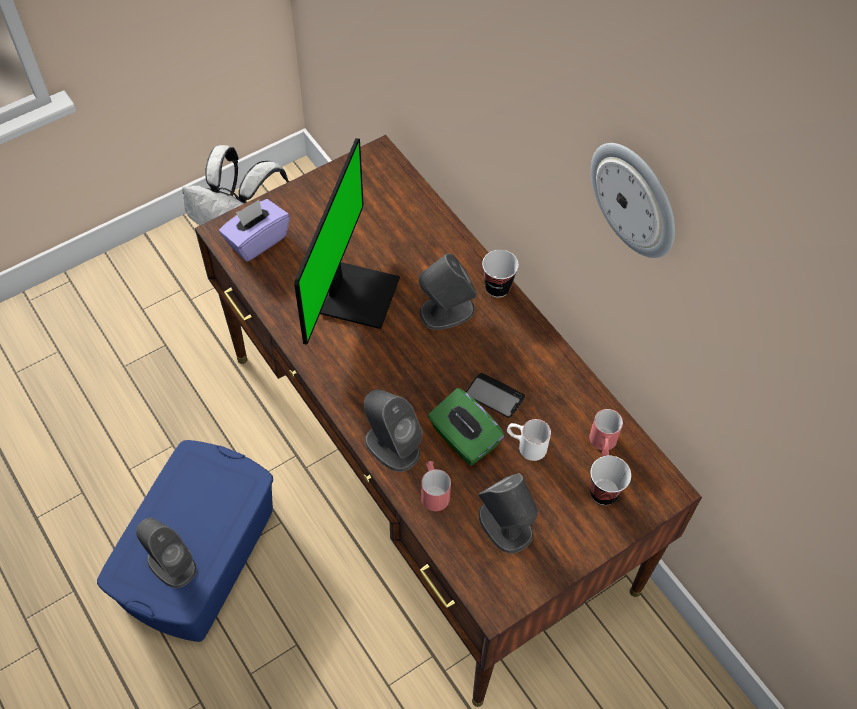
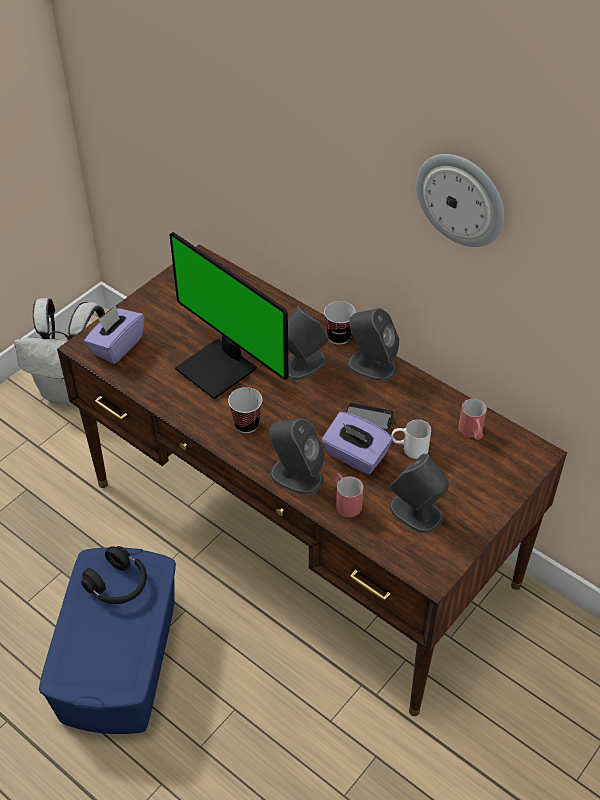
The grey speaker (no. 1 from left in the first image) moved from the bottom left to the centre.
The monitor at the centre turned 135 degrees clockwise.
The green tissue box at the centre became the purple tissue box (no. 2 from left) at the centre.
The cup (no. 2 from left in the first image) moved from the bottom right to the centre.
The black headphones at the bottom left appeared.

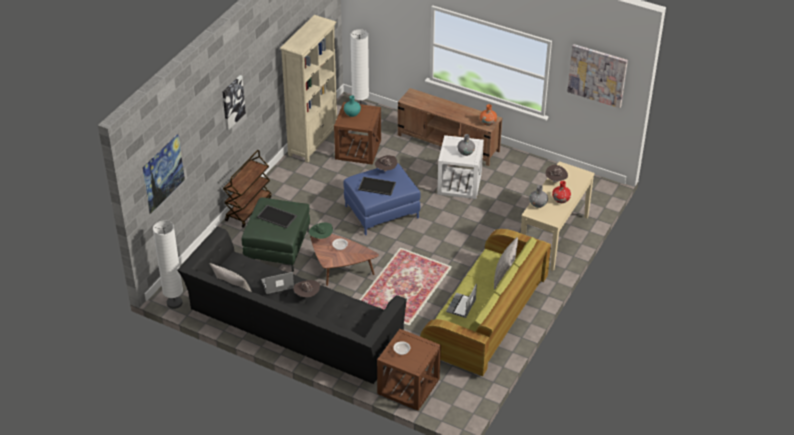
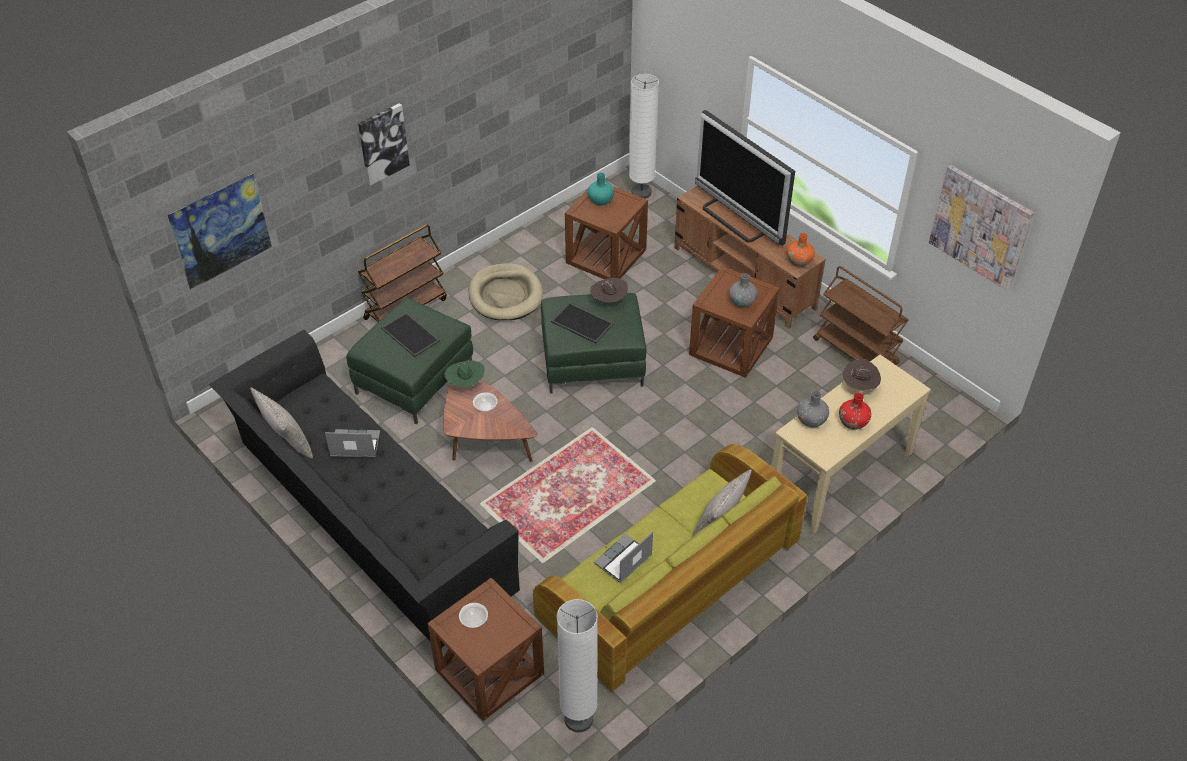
The white floor lamp (no. 1 from left) moved from the middle left to the bottom centre.
The beige bookcase at the top centre disappeared.
The brown hat (no. 1 from left) at the centre disappeared.
The blue ottoman at the centre became the green ottoman (no. 2 from left) at the centre.
The white side table at the centre became the brown side table (no. 3 from left) at the centre.
The beige dog bed at the centre appeared.
The television at the top centre appeared.
The brown cart (no. 2 from left) at the middle right appeared.

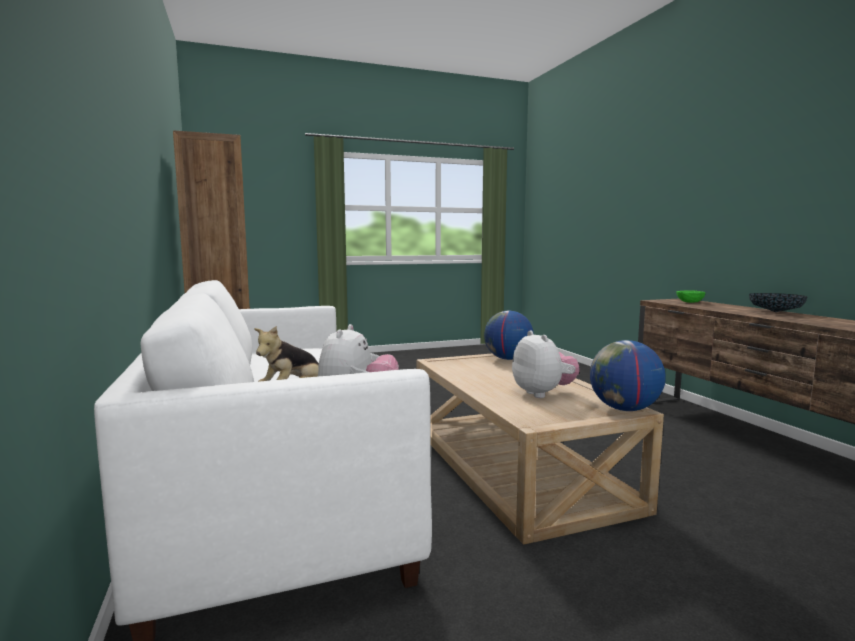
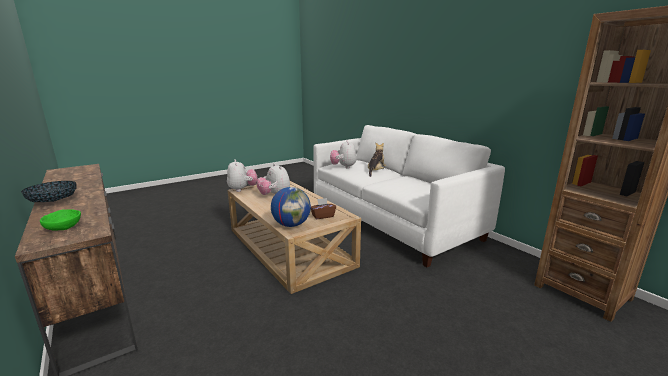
The globe (no. 2 from left) at the middle right was replaced by the plush toy (no. 1 from left) at the centre.
The brown tissue box at the centre appeared.

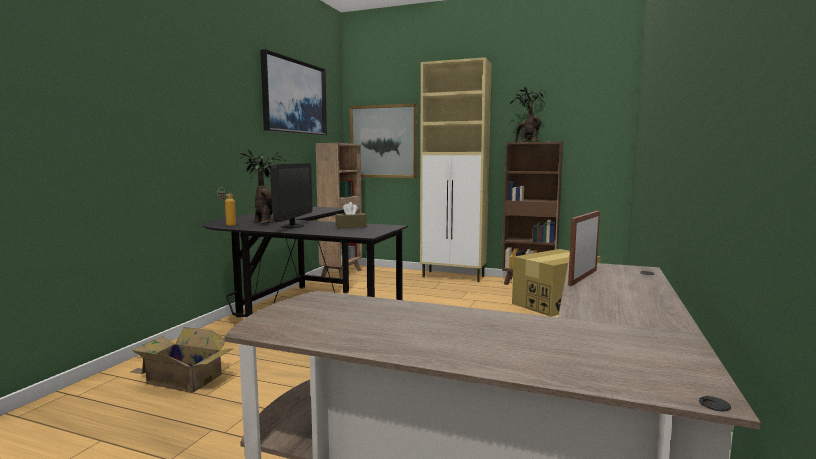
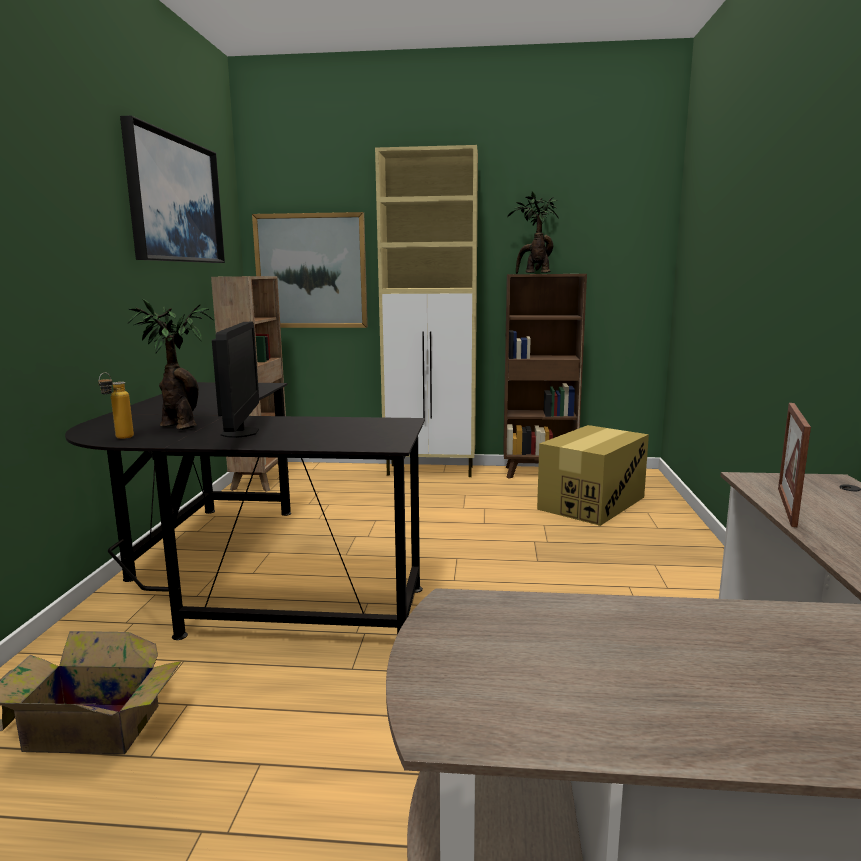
The brown tissue box at the centre disappeared.

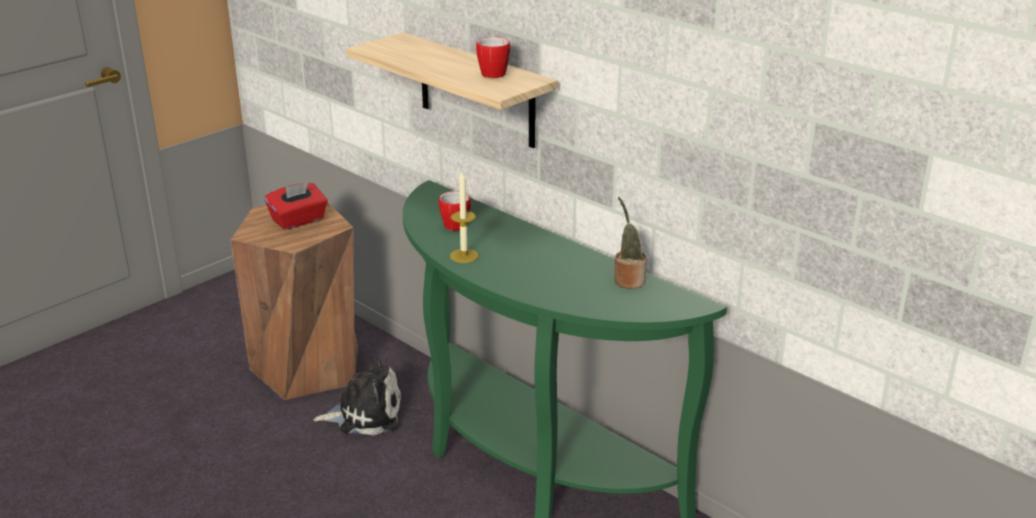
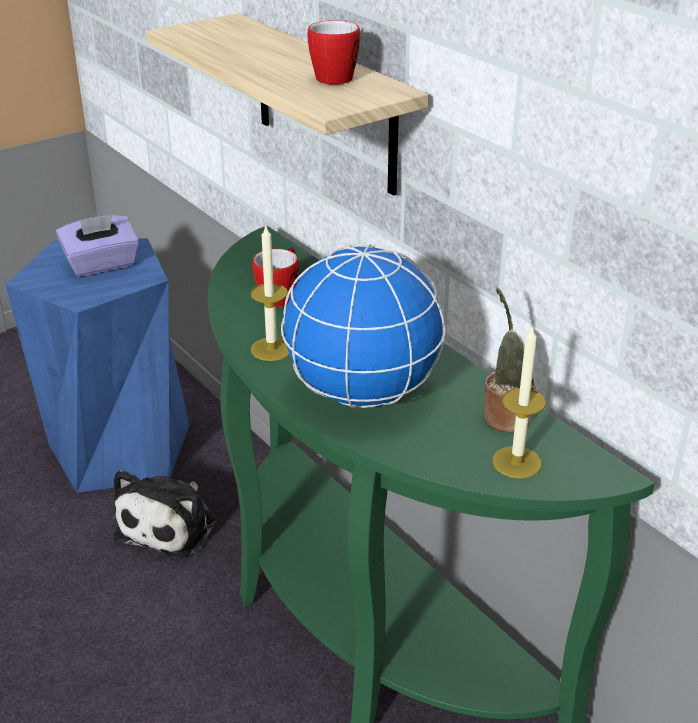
The brown stool at the middle left became the blue stool at the middle left.
The red tissue box at the middle left became the purple tissue box at the middle left.
The plush toy at the bottom centre turned 105 degrees clockwise.
The globe at the centre appeared.
The candle (no. 2 from left) at the middle right appeared.

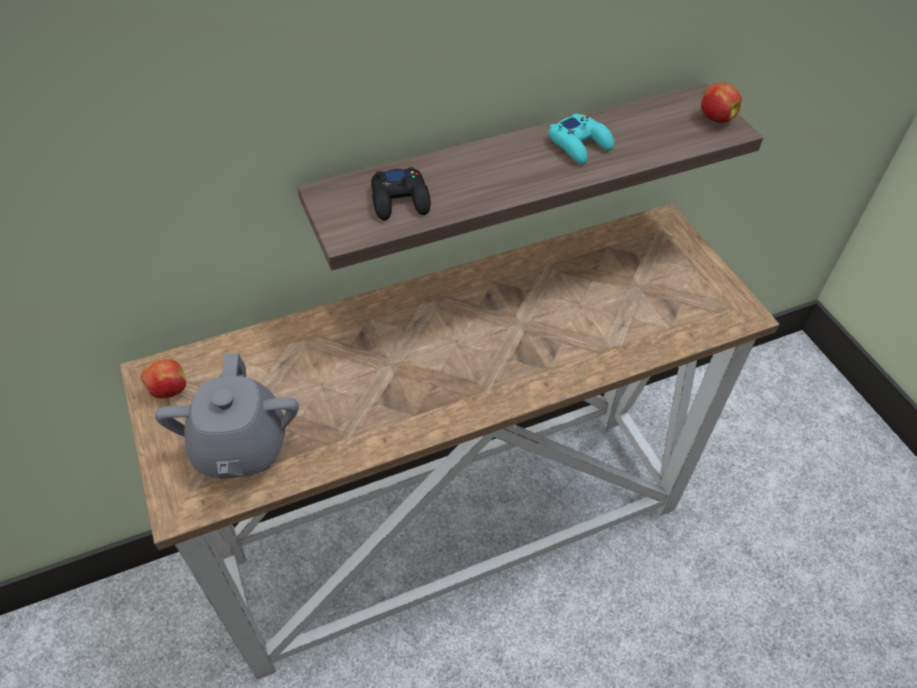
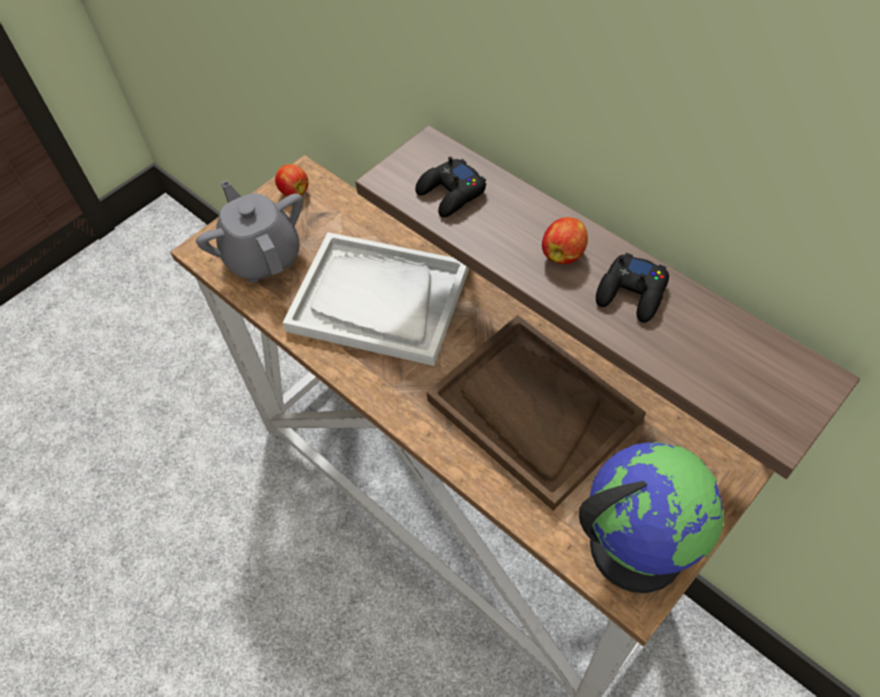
The grey teapot at the middle left turned 90 degrees clockwise.
The turquoise game controller at the top centre became the black game controller (no. 2 from left) at the middle right.
The apple (no. 2 from left) moved from the top right to the centre.
The white tray at the centre appeared.
The brown tray at the centre appeared.
The globe at the bottom right appeared.

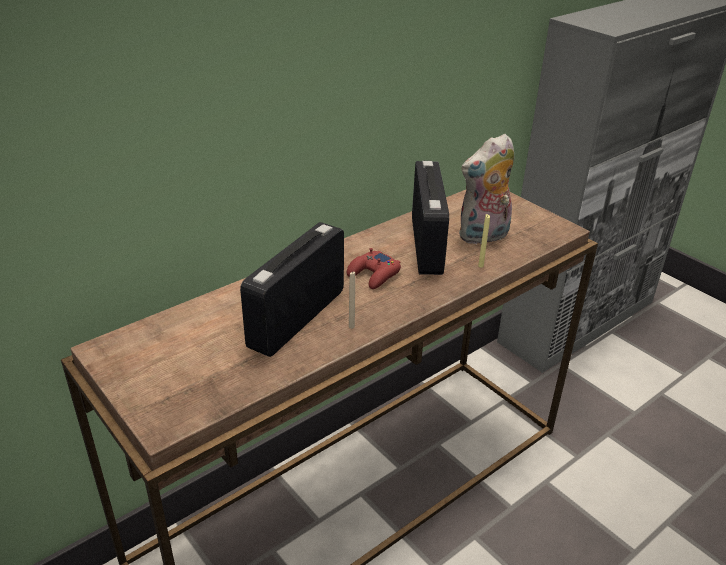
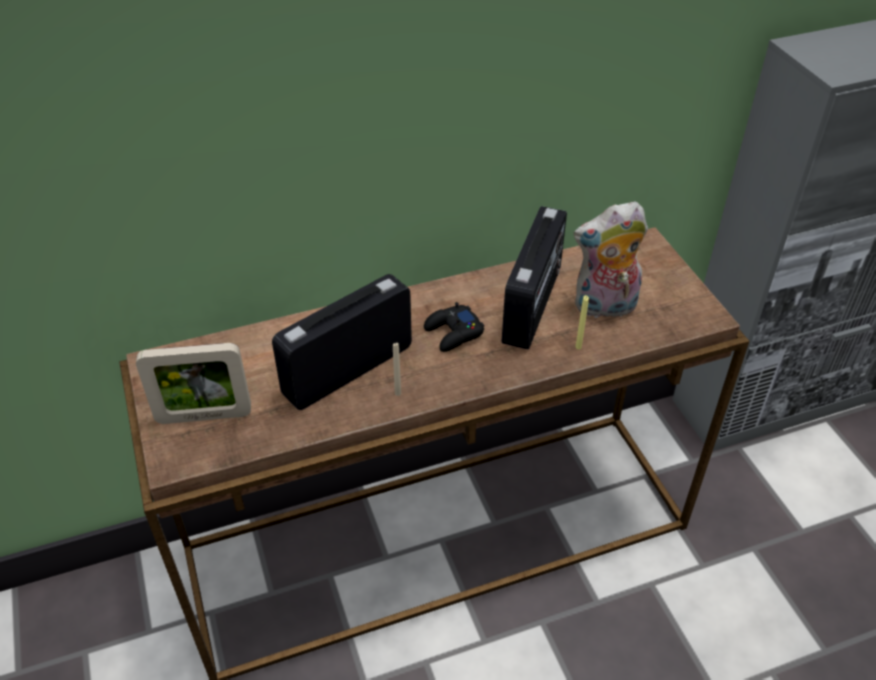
The red game controller at the centre became the black game controller at the centre.
The picture frame at the middle left appeared.

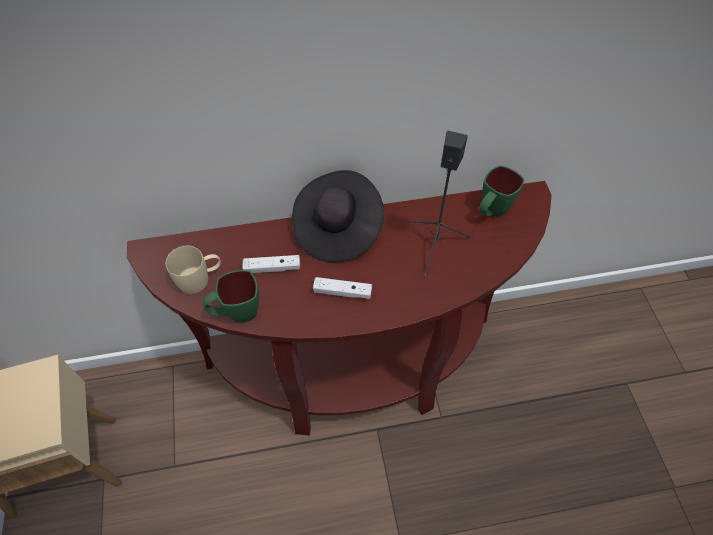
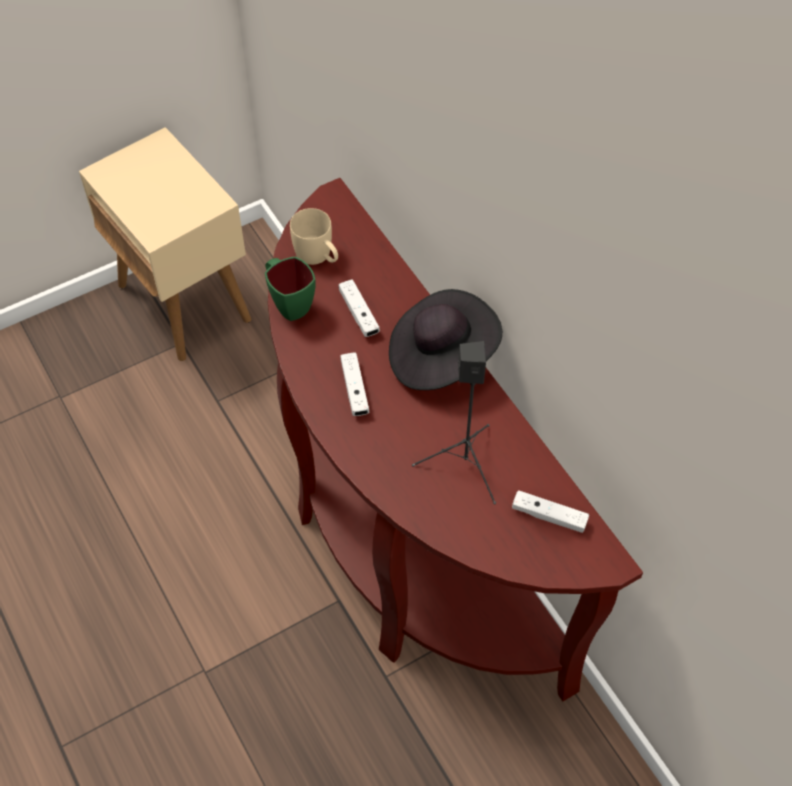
The green mug (no. 2 from left) at the middle right was replaced by the white game controller (no. 3 from left) at the middle right.

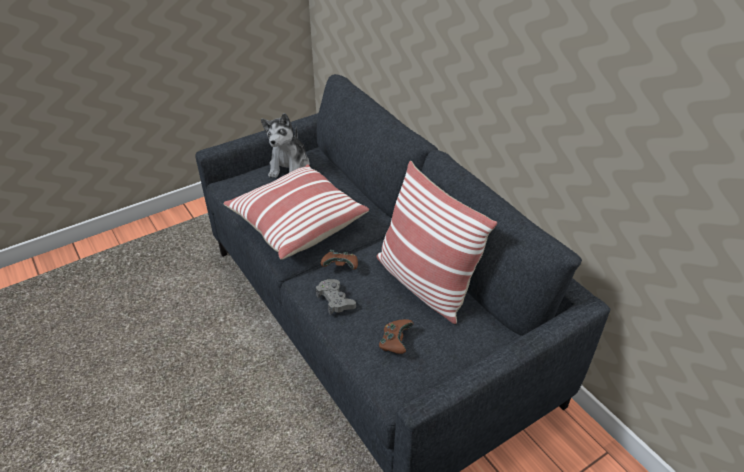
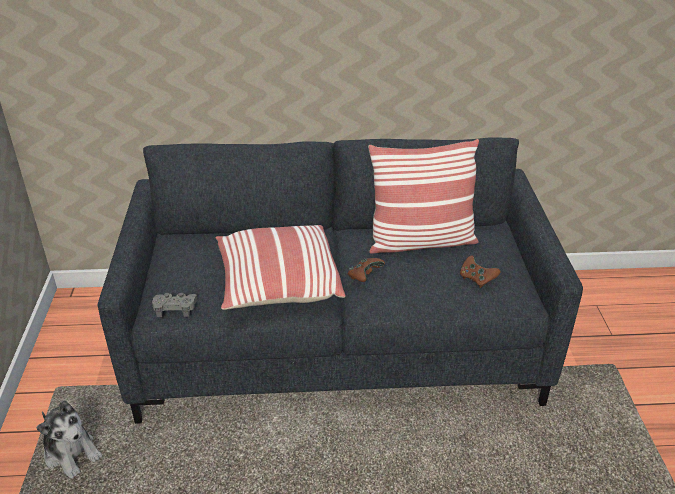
The plush toy moved from the top centre to the bottom left.
The grey game controller moved from the centre to the middle left.

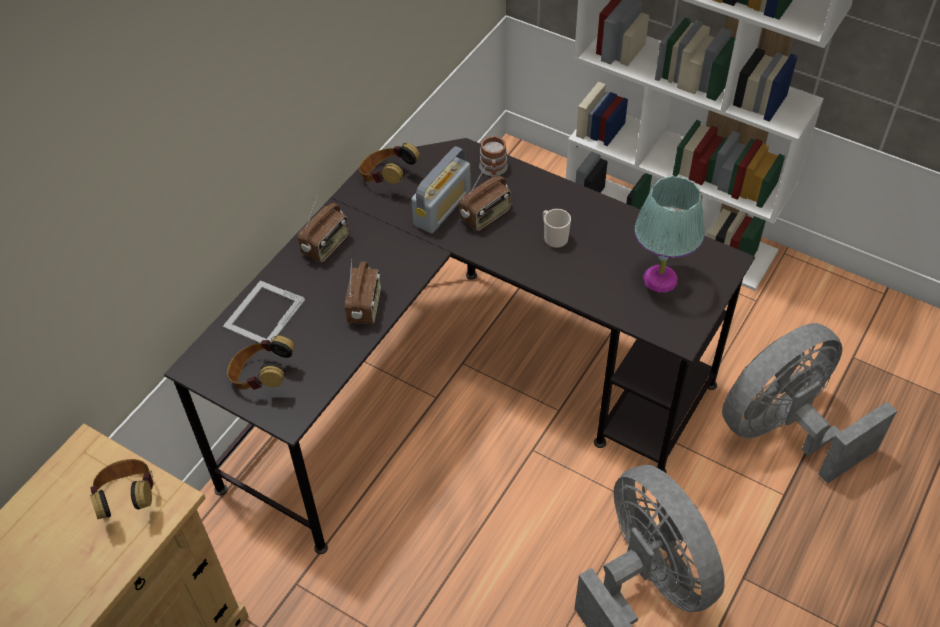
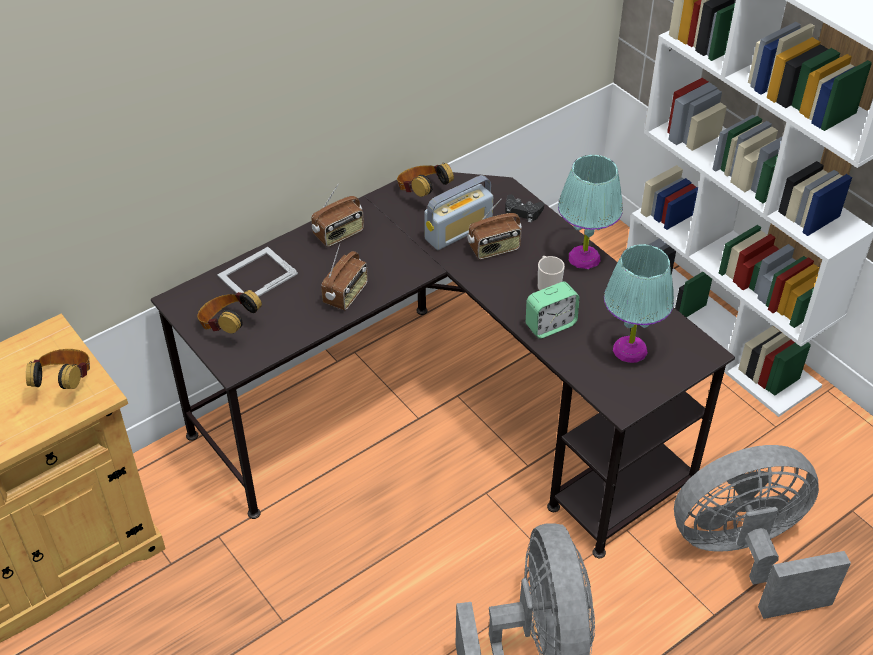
The mug (no. 1 from left) at the top centre was replaced by the black game controller at the top centre.
The alarm clock at the centre appeared.
The turquoise table lamp (no. 1 from left) at the top right appeared.

